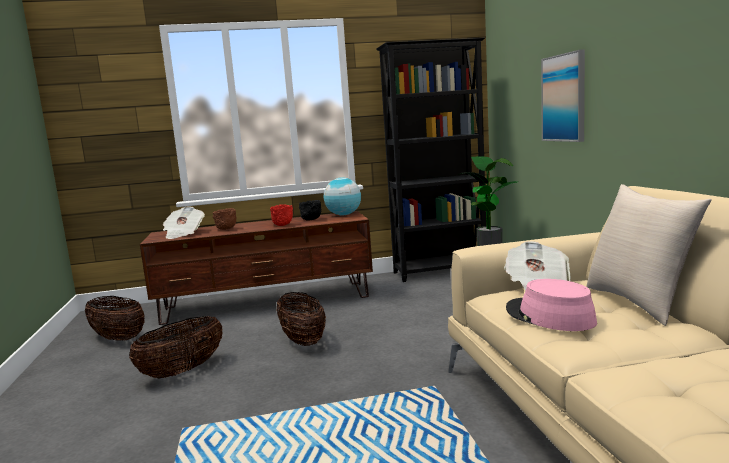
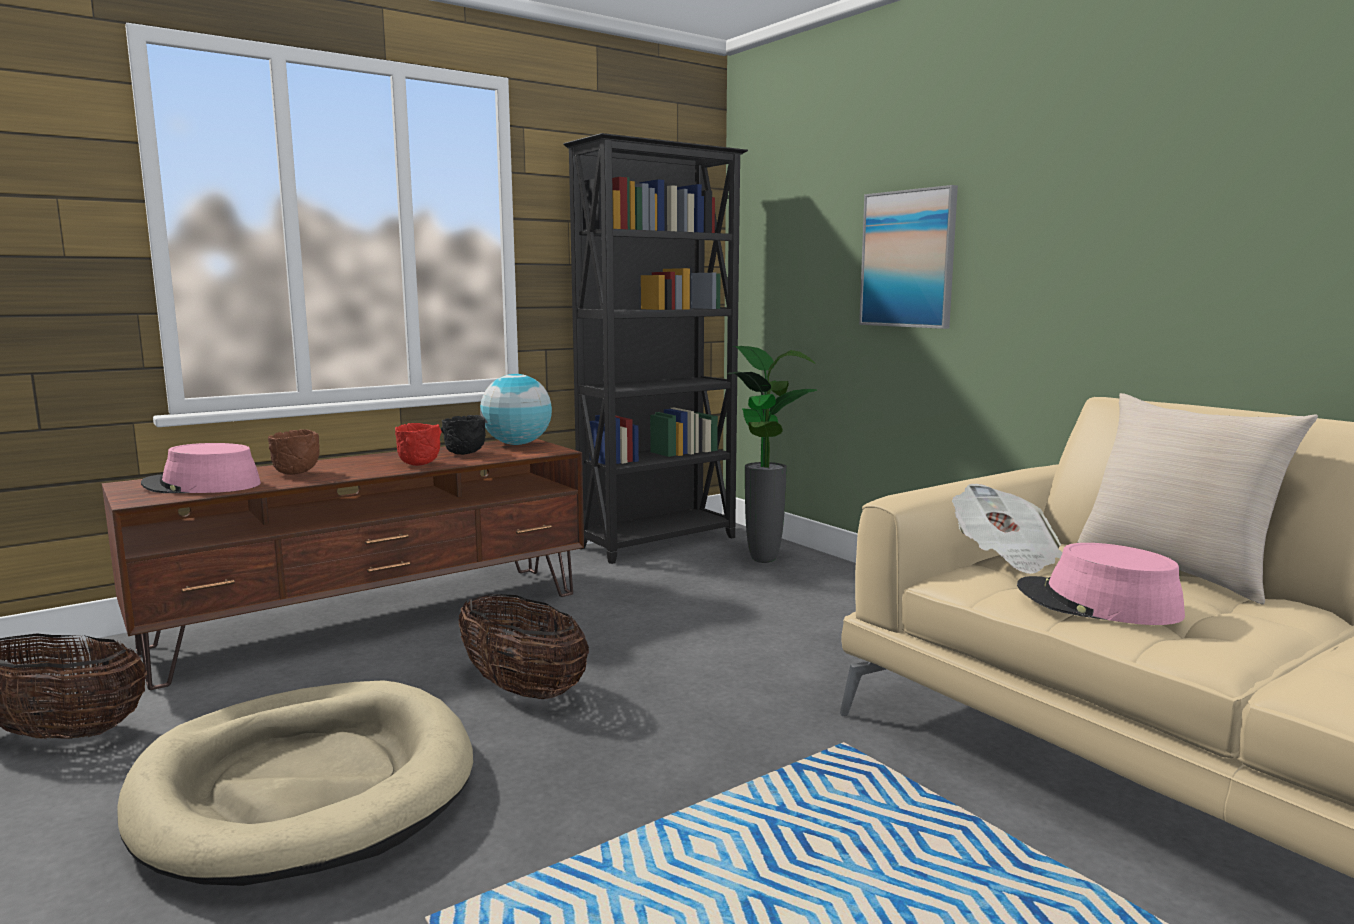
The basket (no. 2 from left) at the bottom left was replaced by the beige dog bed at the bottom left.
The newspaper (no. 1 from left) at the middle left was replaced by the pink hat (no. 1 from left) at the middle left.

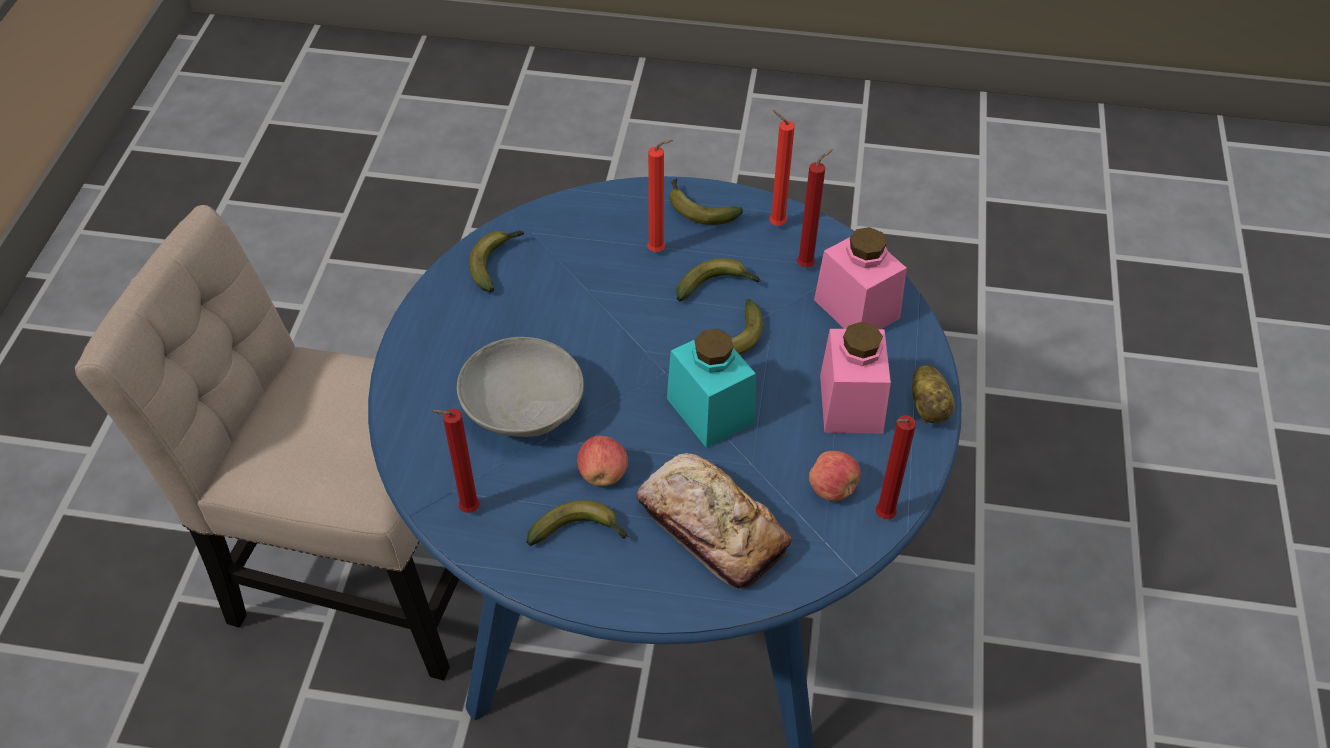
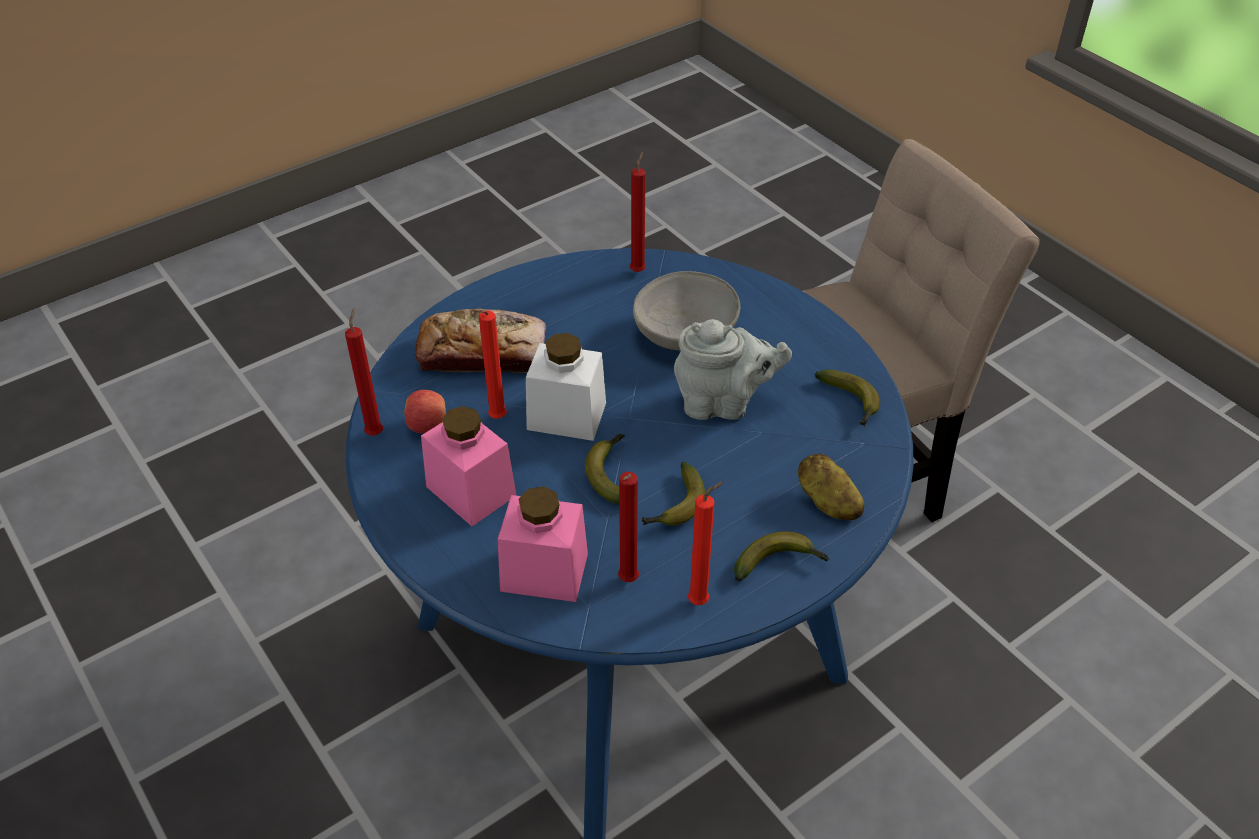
The banana (no. 2 from left) at the bottom centre disappeared.
The apple (no. 1 from left) at the centre disappeared.
The red candle (no. 2 from left) moved from the top centre to the centre.
The turquoise jar at the centre became the white jar at the centre.
The potato moved from the middle right to the centre.
The grey teapot at the centre appeared.

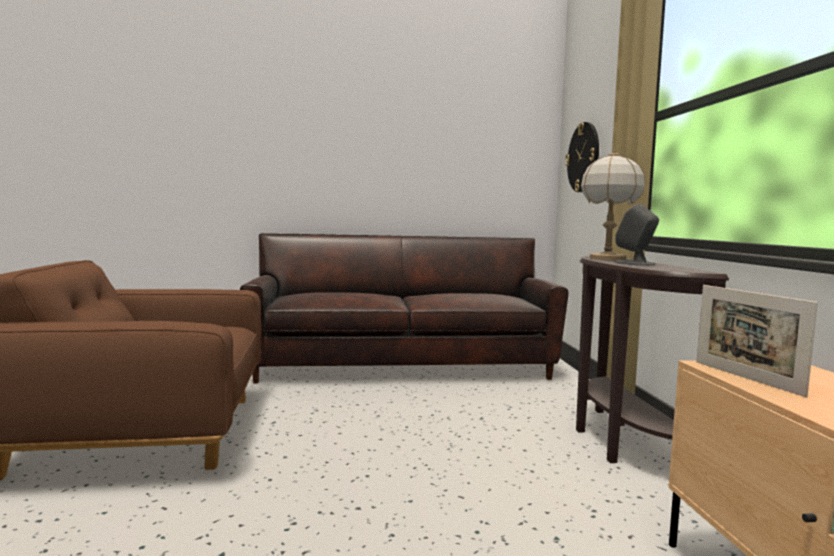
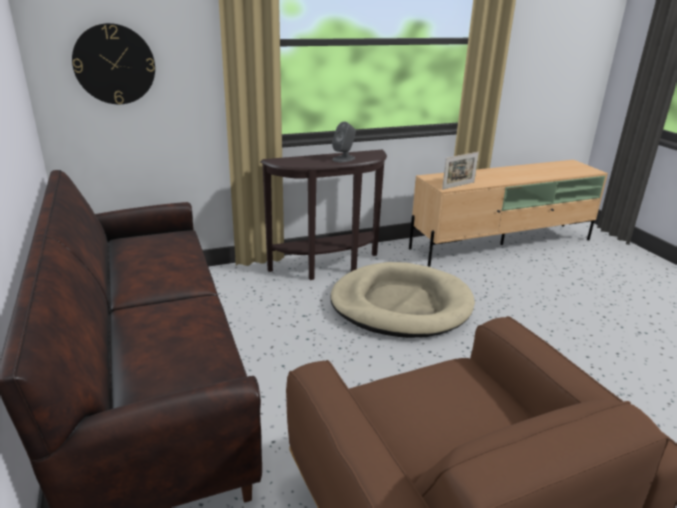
The table lamp at the middle right disappeared.
The beige dog bed at the centre appeared.

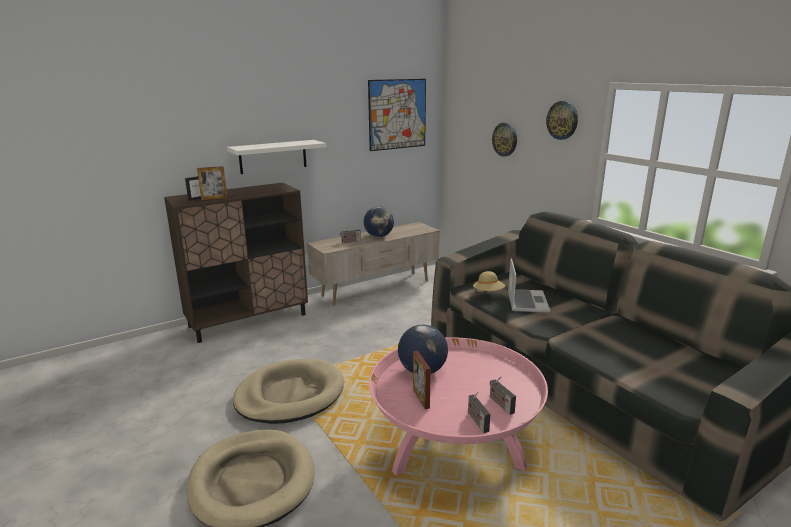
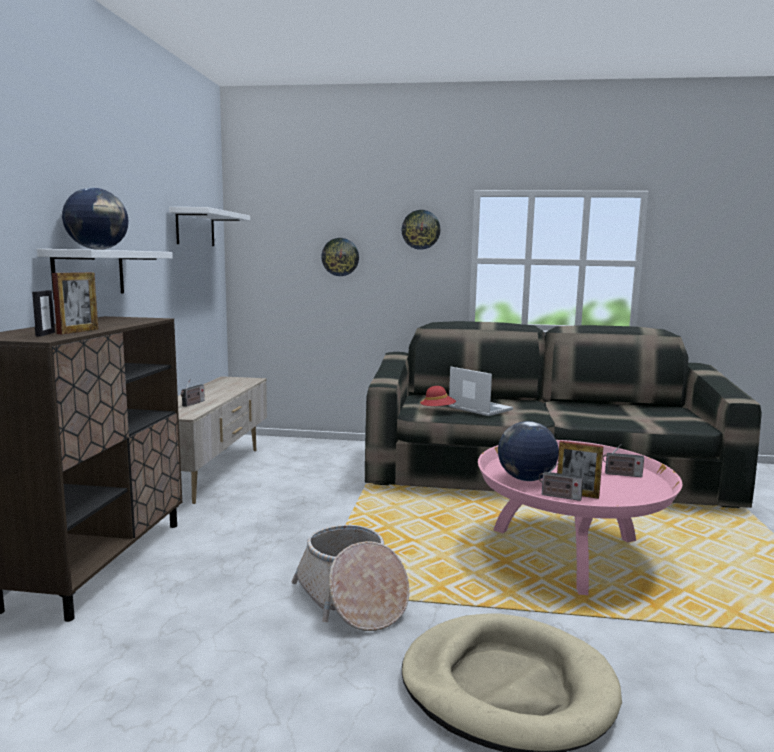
The beige dog bed (no. 2 from left) at the bottom centre was replaced by the basket at the bottom centre.
The globe (no. 1 from left) moved from the centre to the top left.
The picture at the top centre was replaced by the white shelf (no. 2 from left) at the top left.
The radio (no. 2 from left) moved from the bottom centre to the middle right.
The beige hat at the centre became the red hat at the centre.

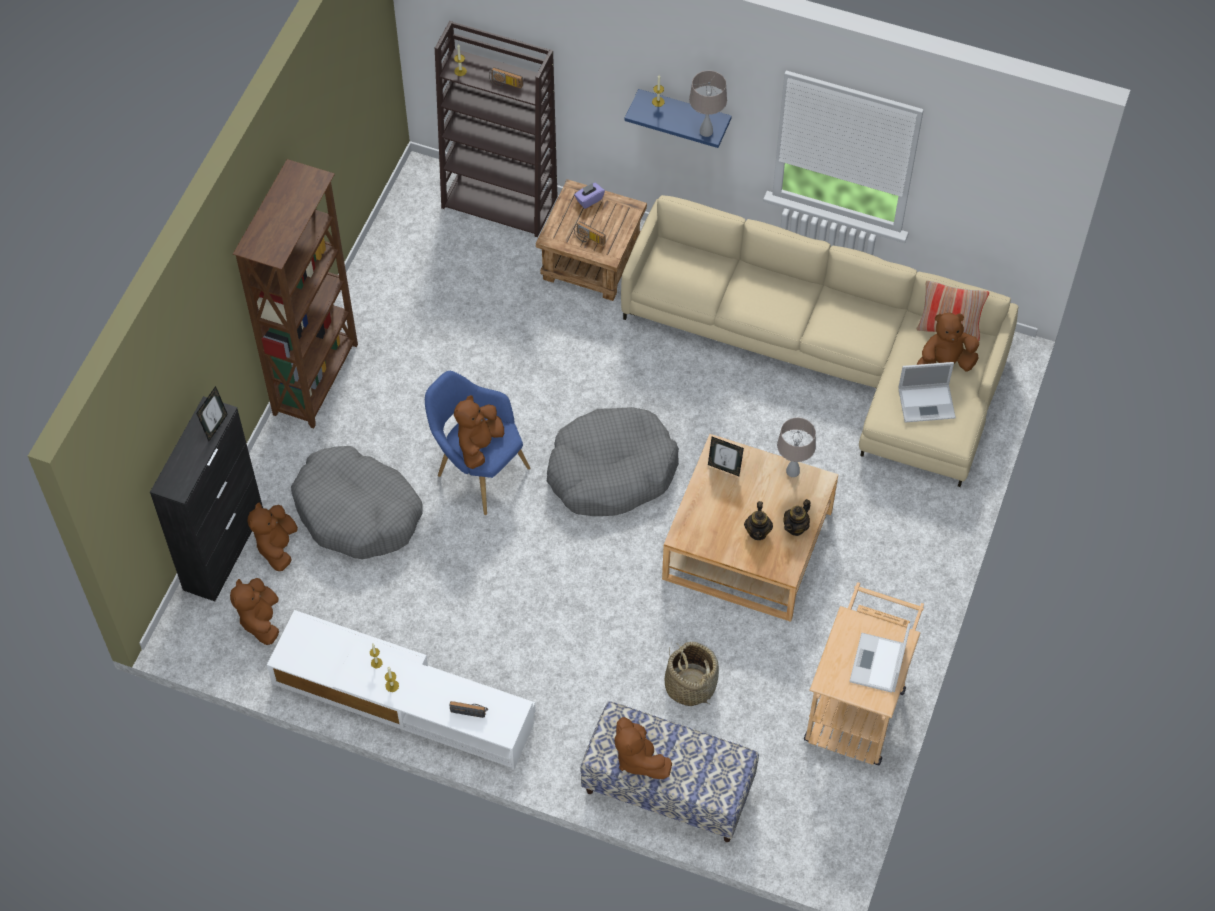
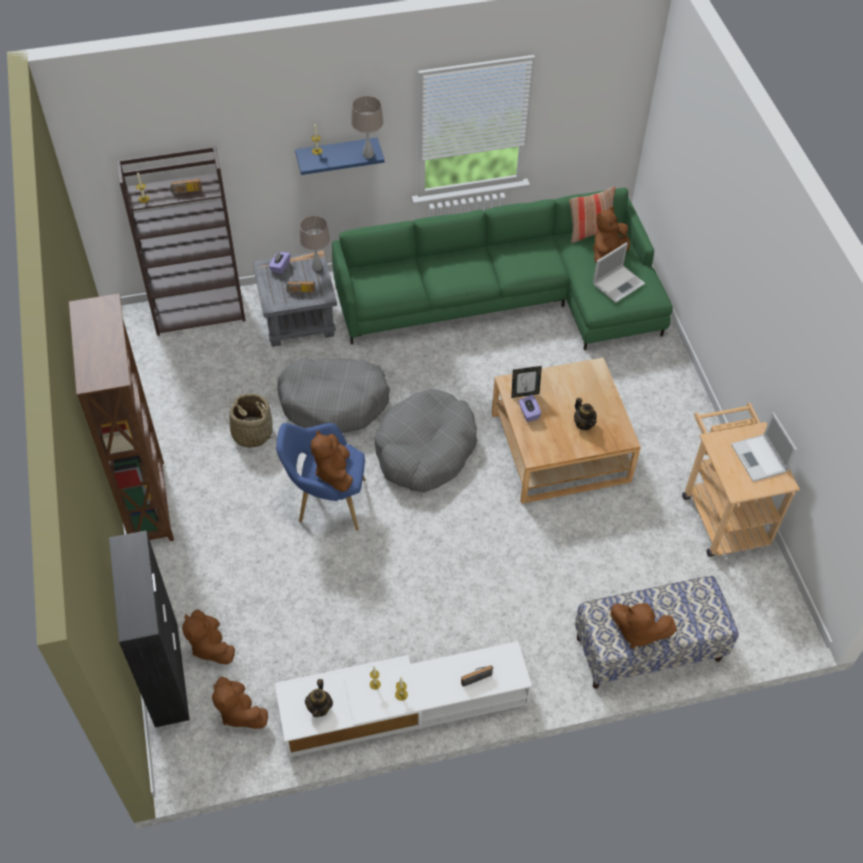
The picture frame (no. 1 from left) at the middle left disappeared.
The grey dog bed (no. 1 from left) moved from the middle left to the centre.
The brown side table at the top centre became the grey side table at the centre.
The beige sofa at the middle right became the green sofa at the top centre.
The basket moved from the bottom centre to the middle left.
The beige table lamp (no. 2 from left in the first image) moved from the centre to the top centre.
The teapot (no. 2 from left in the first image) moved from the centre to the bottom centre.
The purple tissue box (no. 2 from left) at the centre appeared.

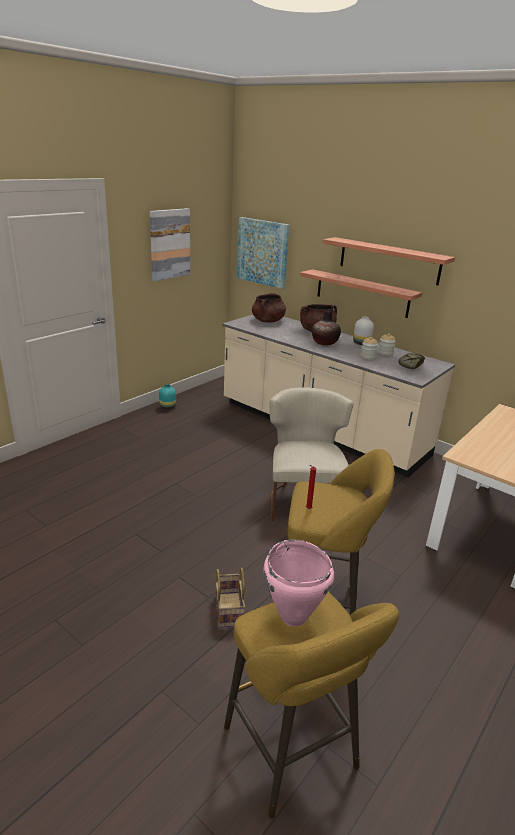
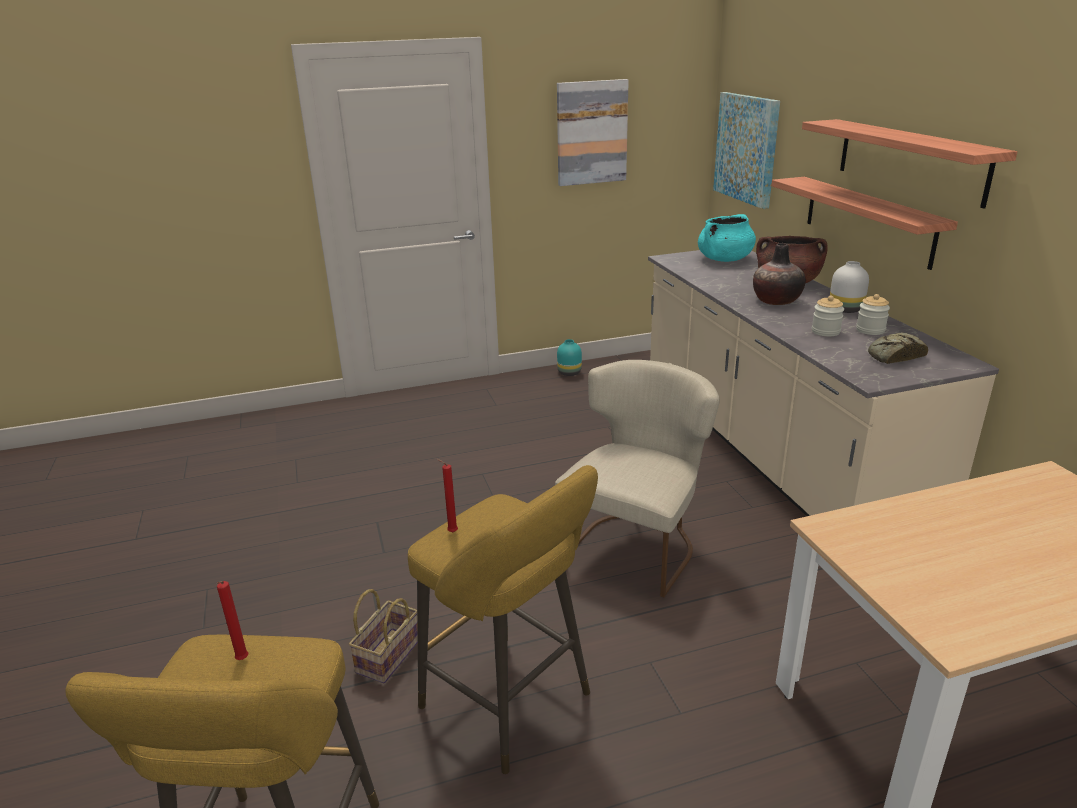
The brown cooking pot (no. 1 from left) at the centre became the turquoise cooking pot at the top right.
The pink cooking pot at the bottom centre was replaced by the red candle (no. 1 from left) at the bottom left.

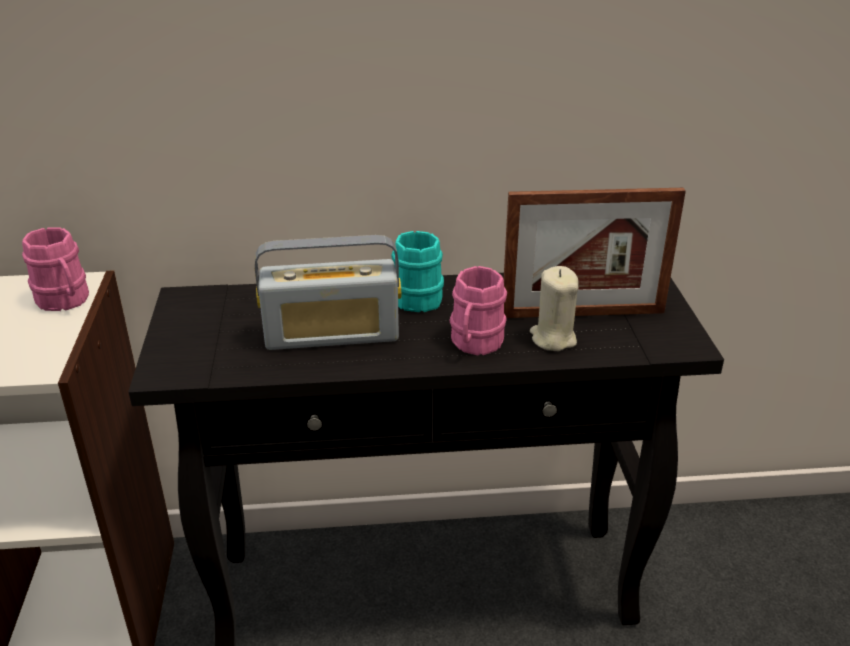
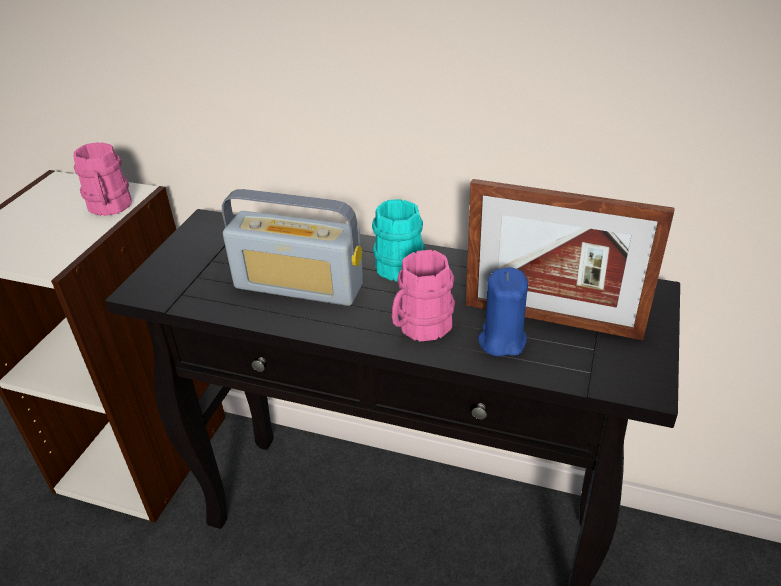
The beige candle at the centre became the blue candle at the centre.

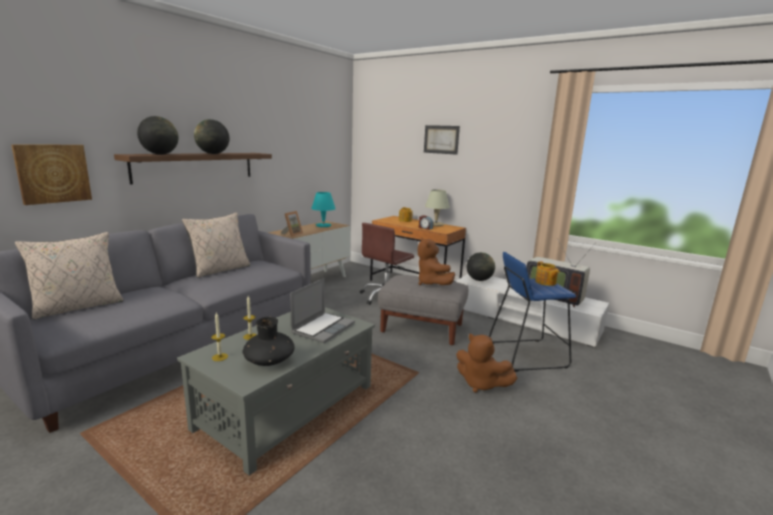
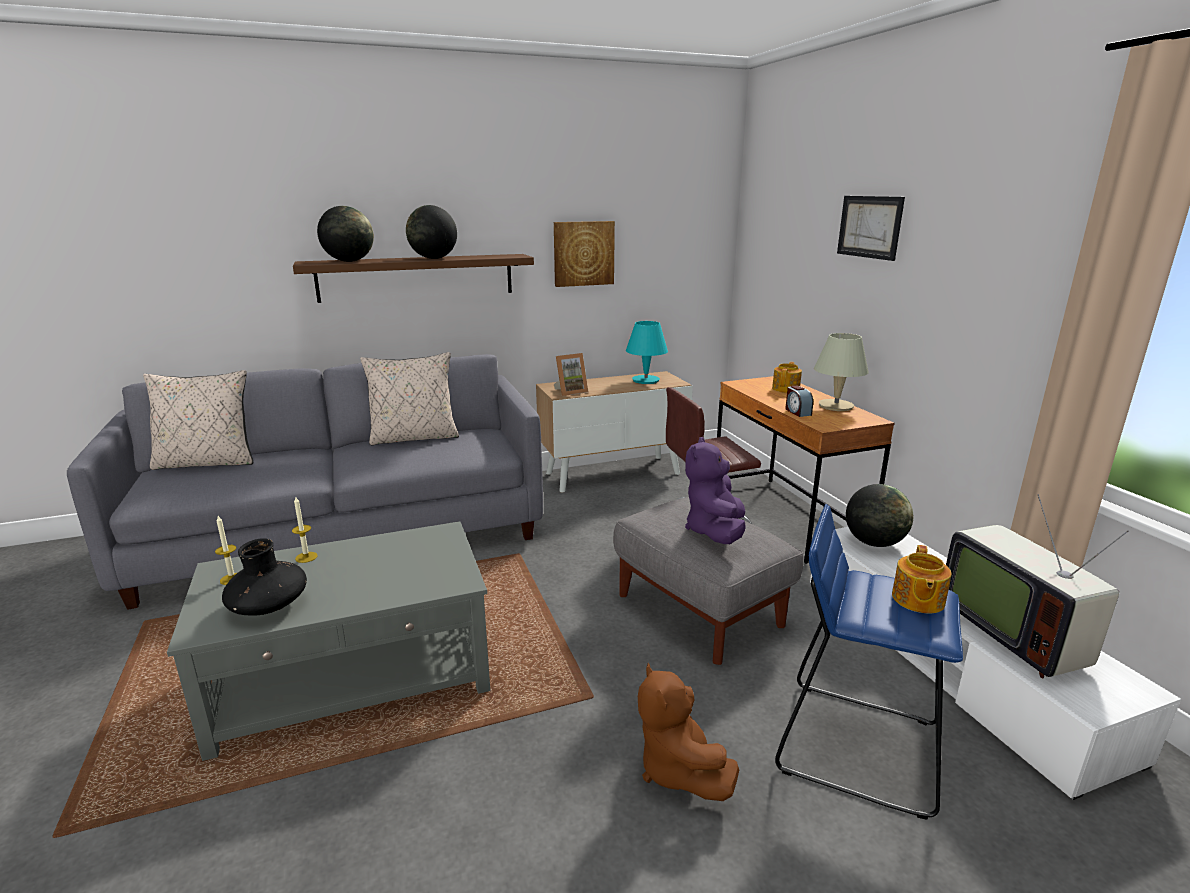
The picture (no. 1 from left) moved from the middle left to the top centre.
The laptop at the centre disappeared.
The brown plush toy (no. 1 from left) at the centre became the purple plush toy at the centre.

